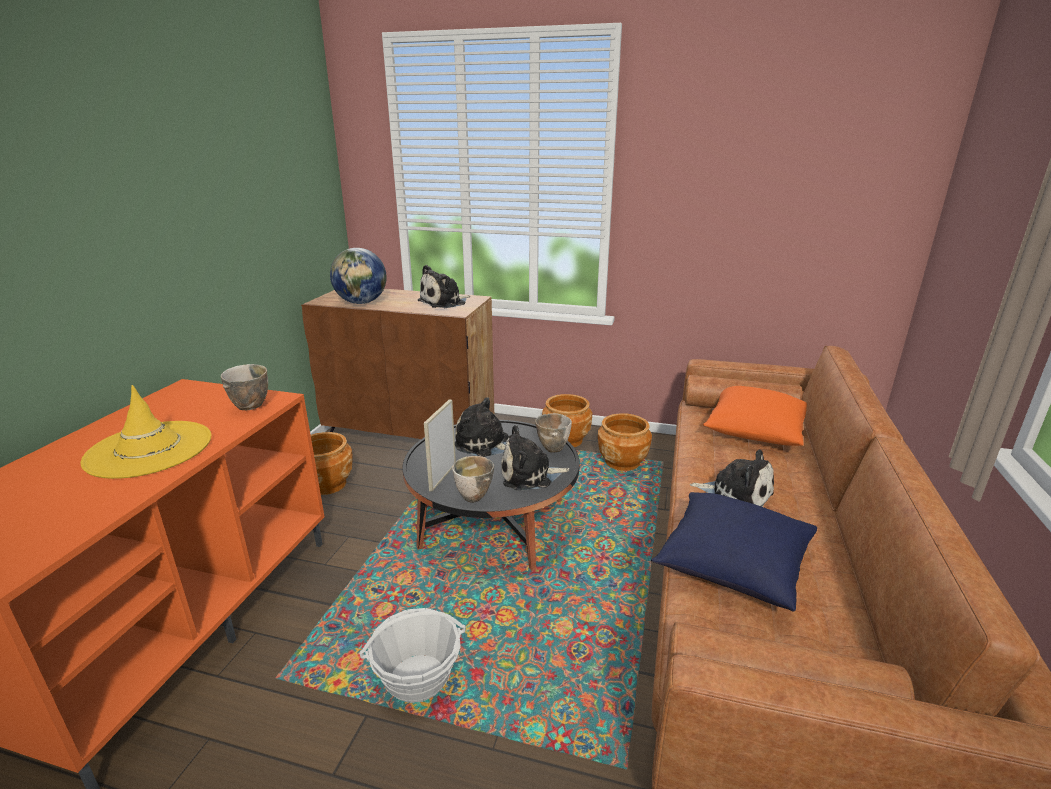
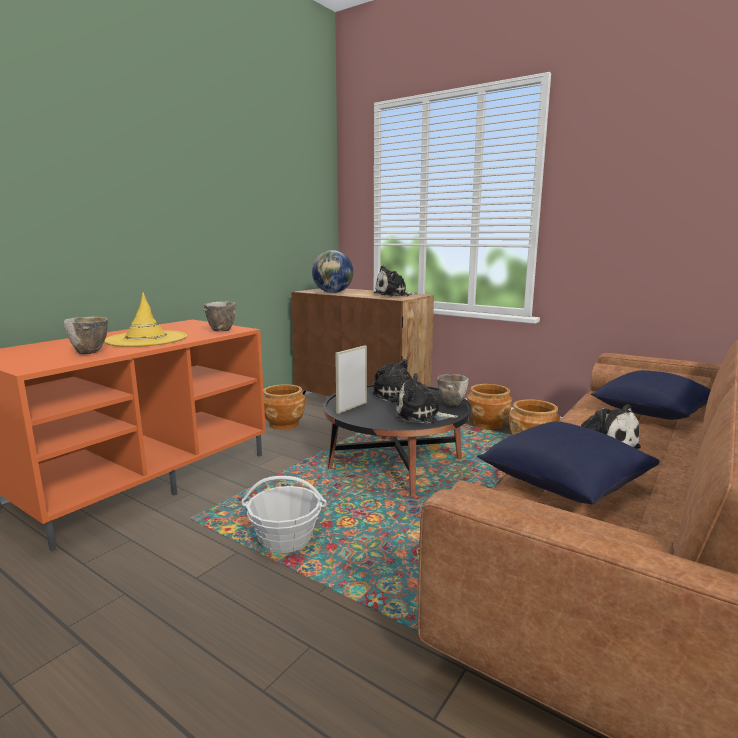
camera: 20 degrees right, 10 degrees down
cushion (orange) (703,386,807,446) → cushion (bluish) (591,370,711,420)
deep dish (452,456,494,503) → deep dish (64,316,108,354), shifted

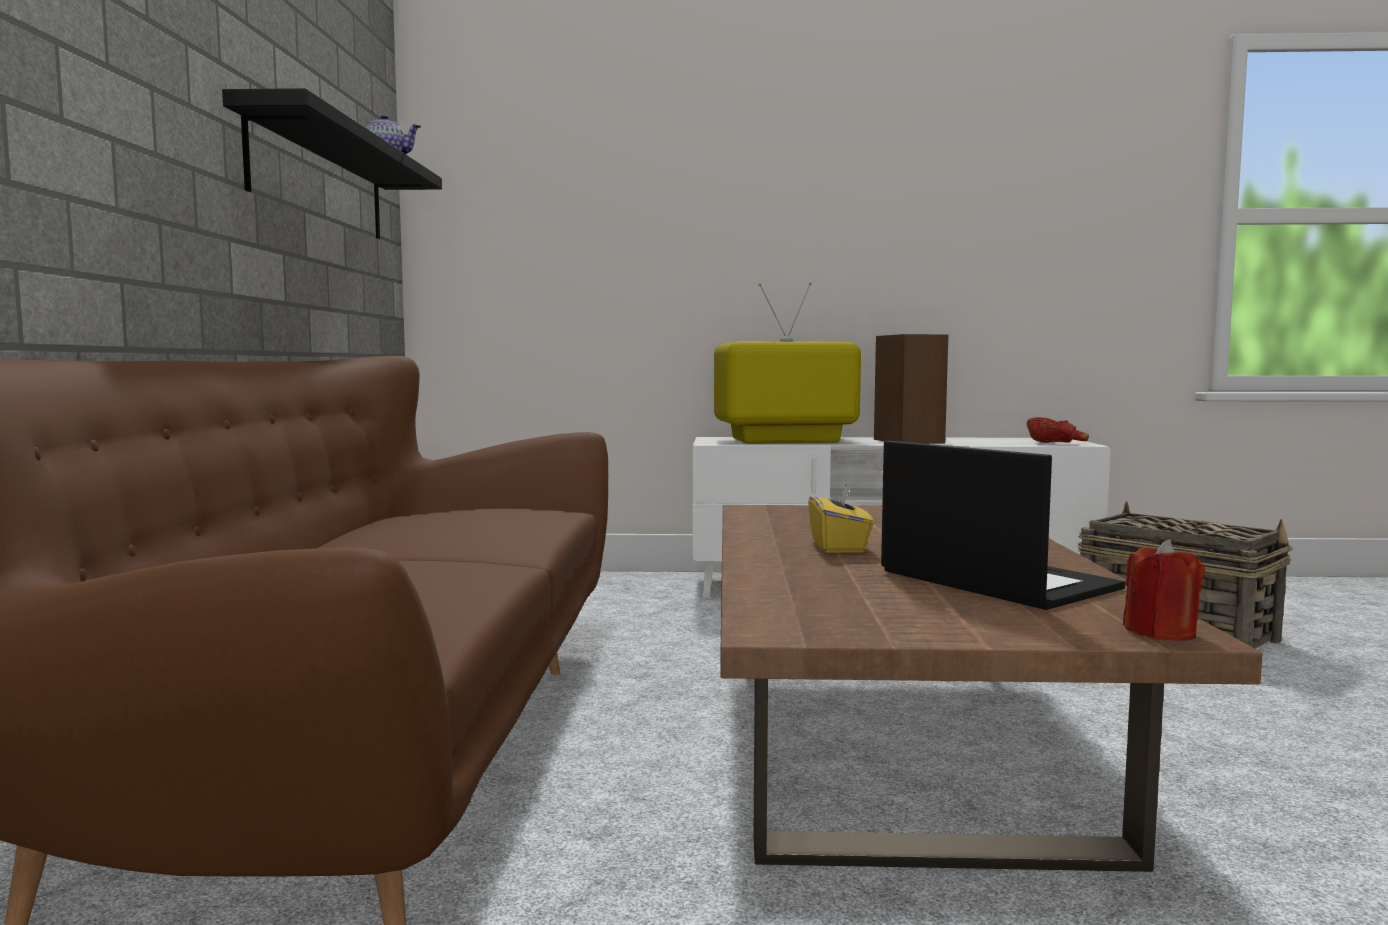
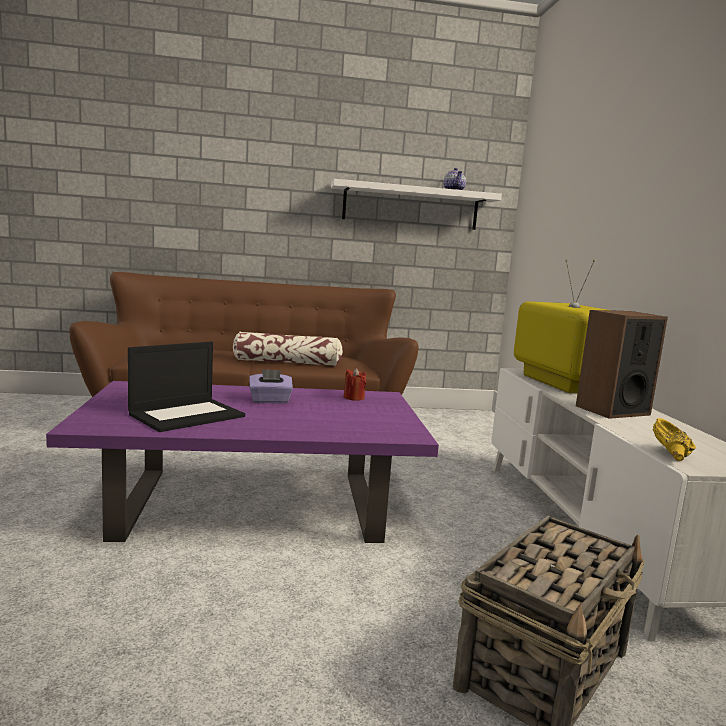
camera: 80 degrees right, 5 degrees up
wall shelf (black-coloured) (222,88,442,239) → wall shelf (whitish) (331,179,502,230)
deep dish (red) (1027,417,1089,443) → deep dish (yellowish) (653,418,696,461)
tissue holder (yellowish) (808,482,874,553) → tissue holder (purplish) (249,369,293,403)
lounge table (brownish) (720,505,1262,872) → lounge table (purplish) (46,381,439,543)
wax candle (red) (1123,539,1205,641) → wax candle (red) (343,368,366,401), shifted
- → cushion (233,332,343,366)

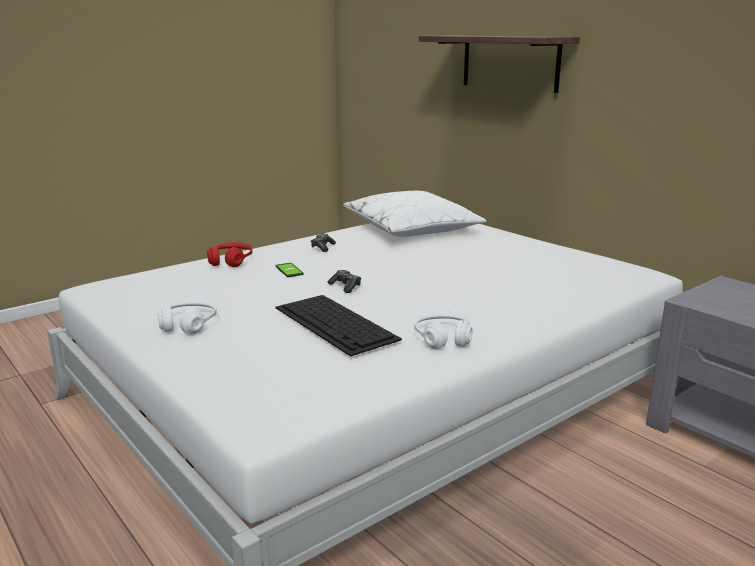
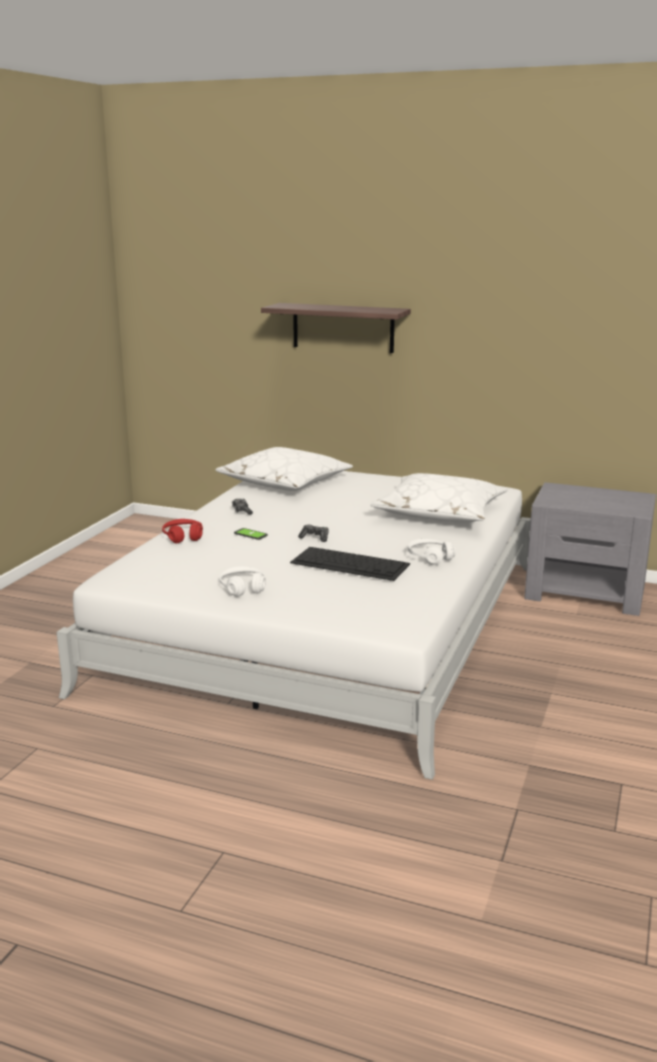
camera: 30 degrees left, 0 degrees up
- → cushion (whitish) (370,473,508,523)

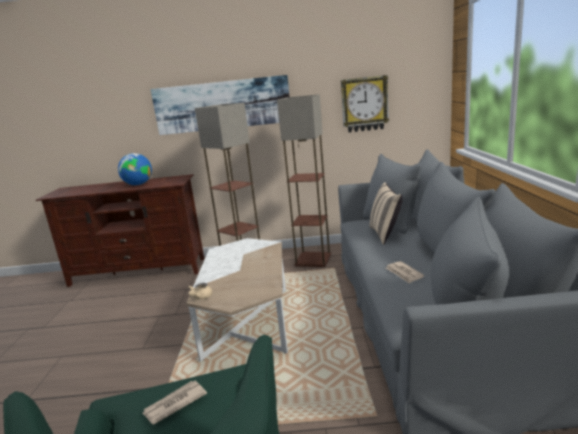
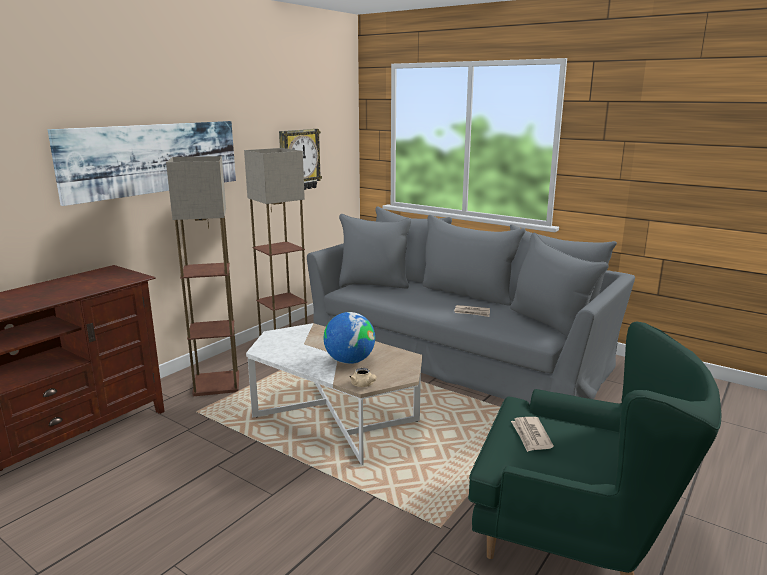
camera: 55 degrees left, 0 degrees up
desk globe (118,153,152,185) → desk globe (323,312,375,364), shifted
cushion (beige-coloured) (370,182,403,245) → -

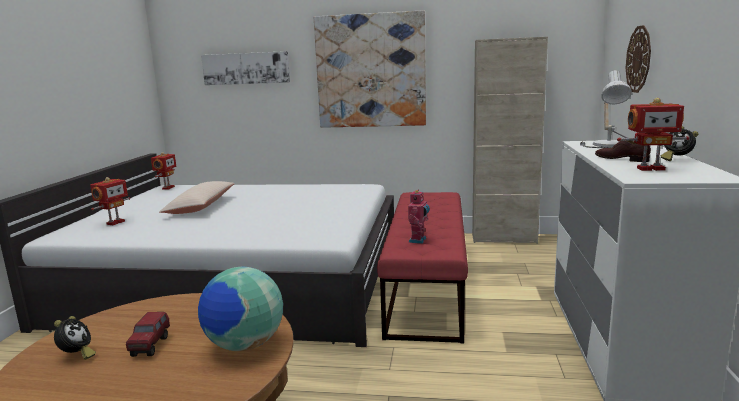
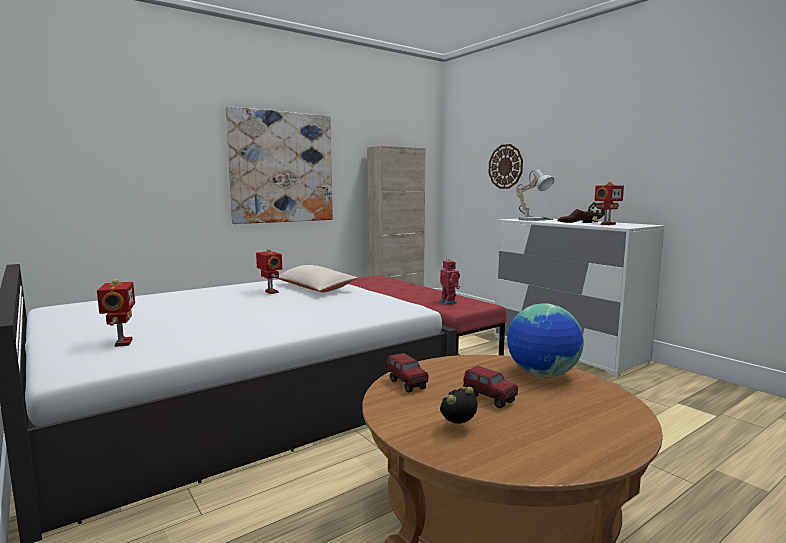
camera: 45 degrees left, 5 degrees down
wall art (201,51,290,85) → -
robot figure (151,152,176,189) → robot figure (256,249,282,294), shifted
cushion (beige-coloured) (159,181,235,214) → cushion (beige-coloured) (277,265,357,292), shifted
alarm clock (54,316,96,360) → alarm clock (440,387,478,424), 75 degrees counterclockwise
- → toy lorry (387,353,428,392)

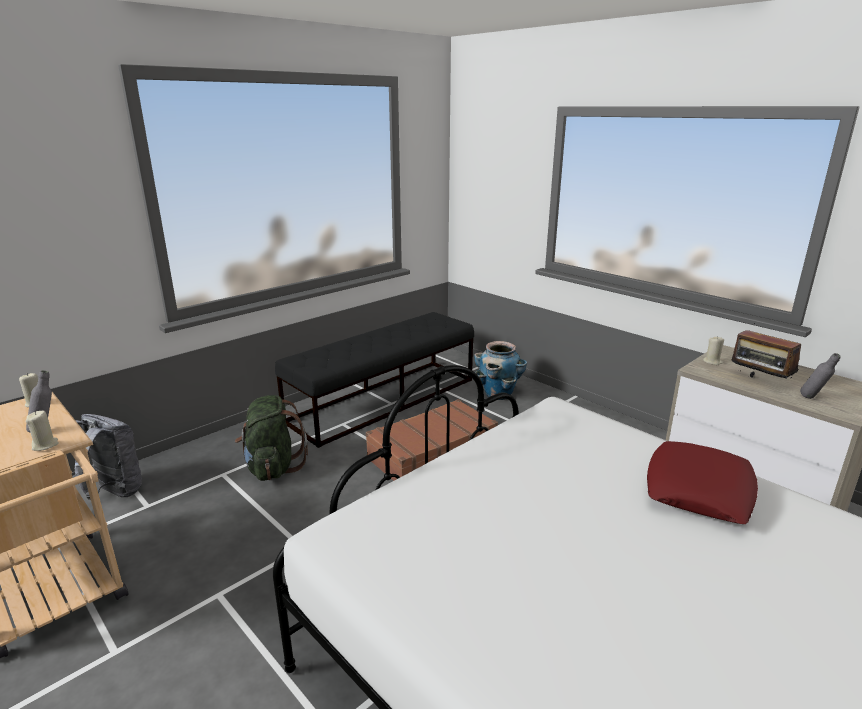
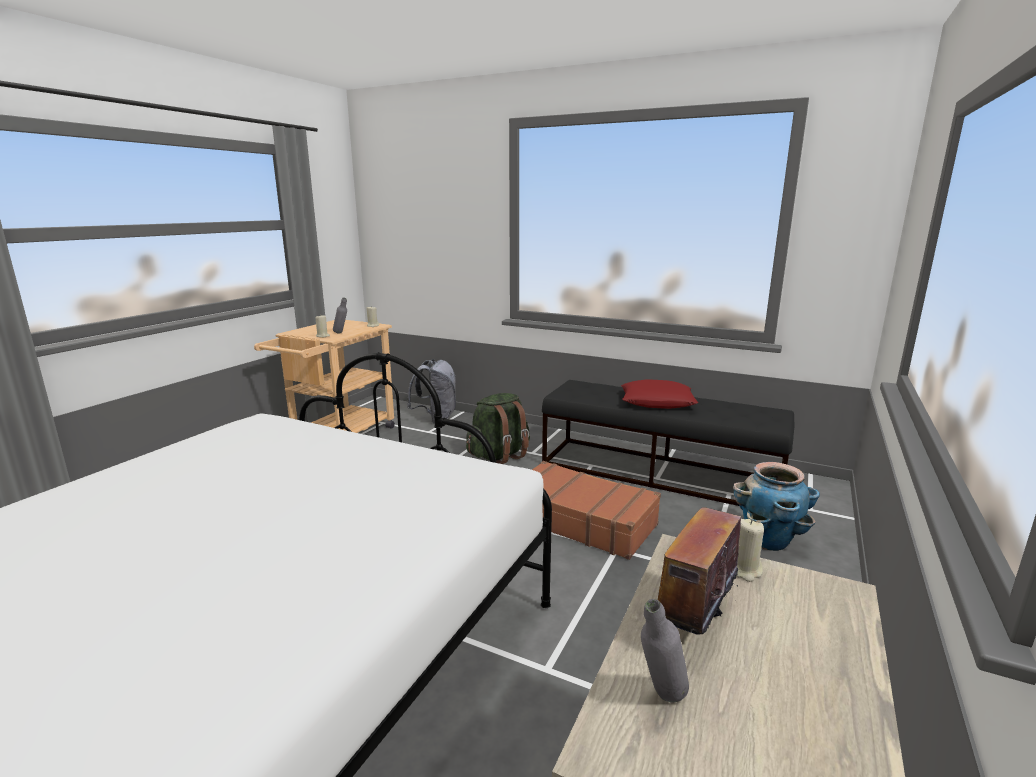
camera: 70 degrees right, 5 degrees down
cushion (red) (647,441,758,524) → cushion (red) (621,379,698,409), shifted

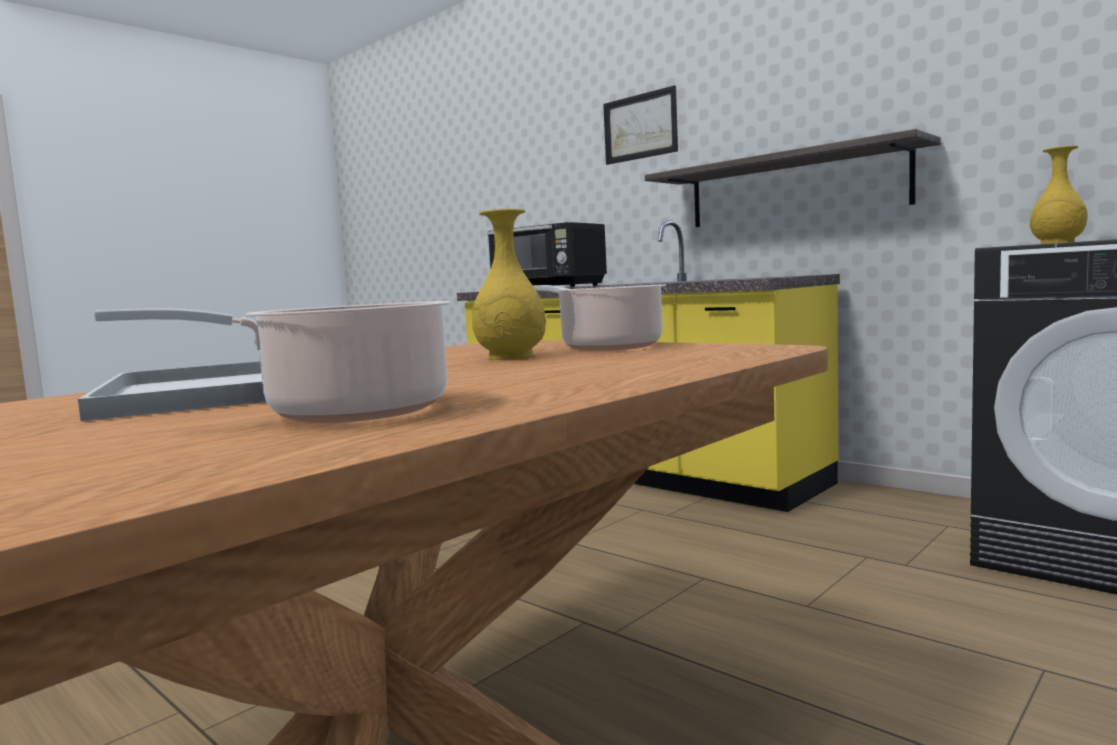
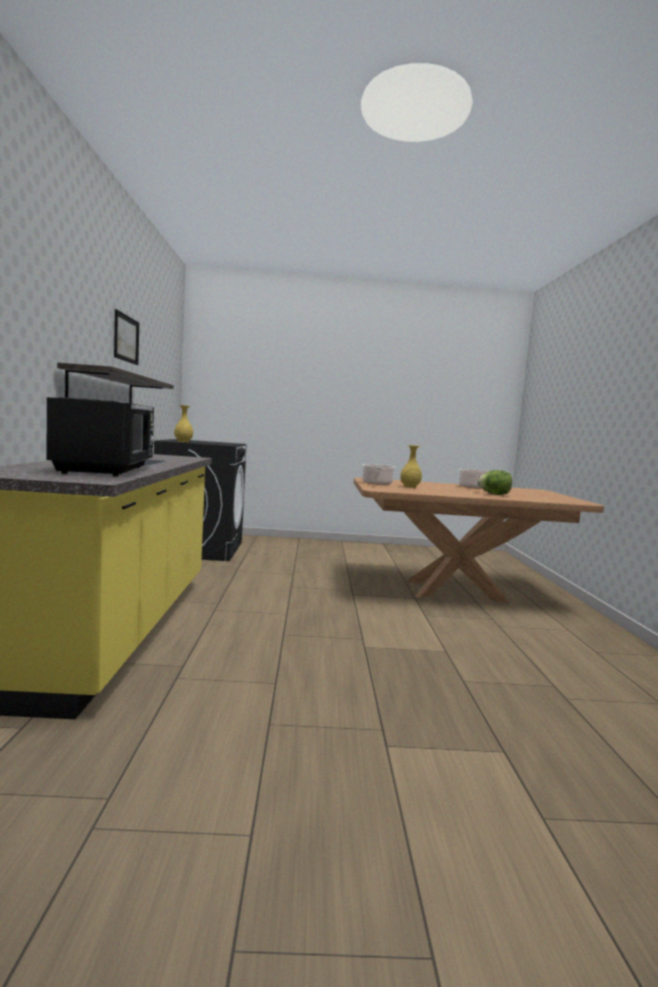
camera: 135 degrees left, 0 degrees up
wall art (603,85,678,165) → wall art (114,309,139,365), shifted
serving tray (whitish) (78,361,266,421) → head of lettuce (477,470,512,495)

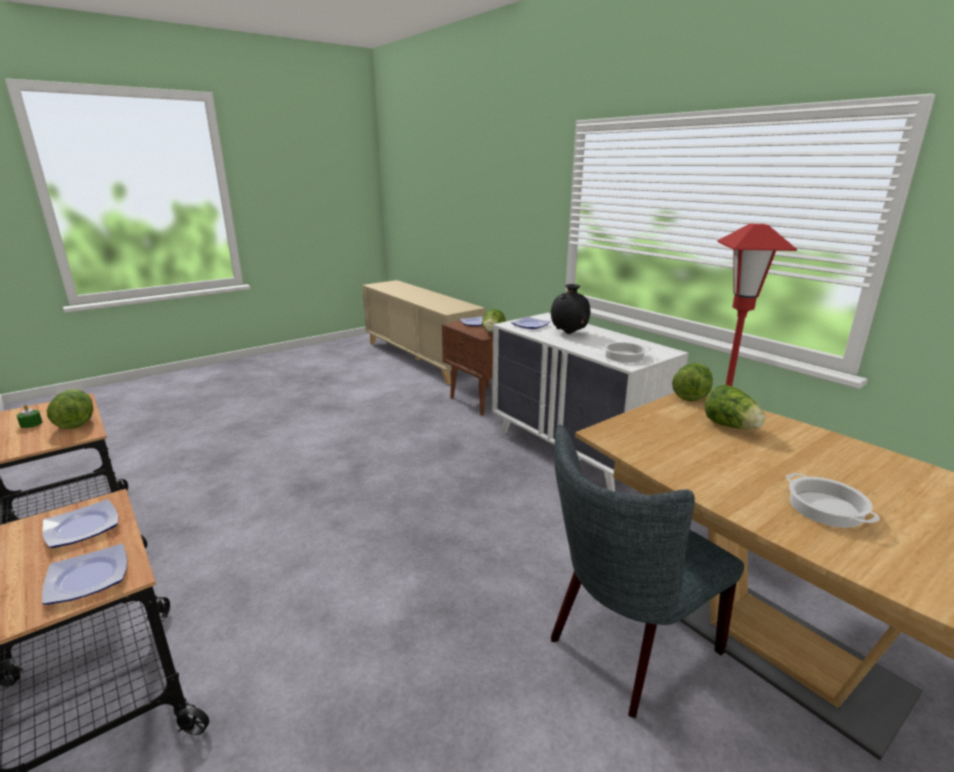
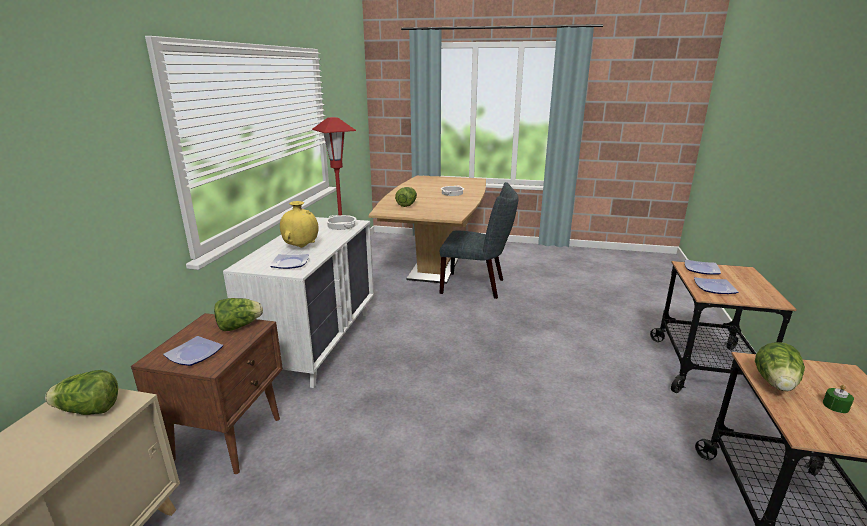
camera: 130 degrees left, 0 degrees up
flower vase (black-coloured) (551,284,590,334) → flower vase (yellowish) (280,201,319,248)
head of lettuce (672,363,713,401) → head of lettuce (45,370,118,415), shifted

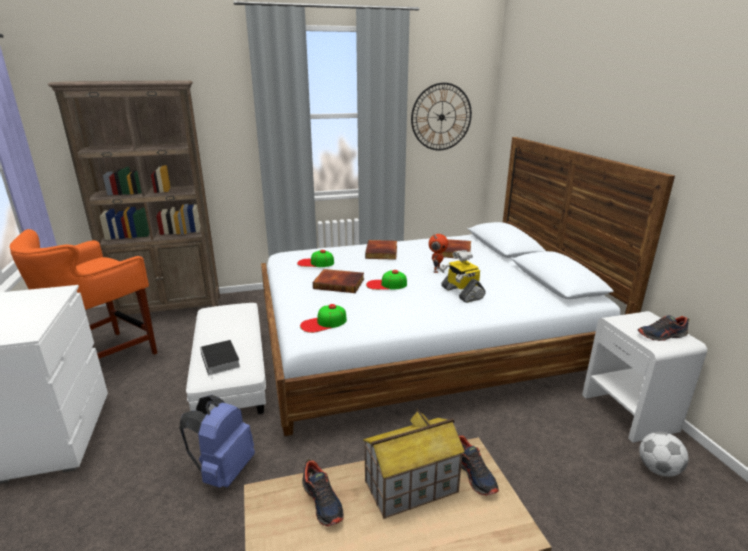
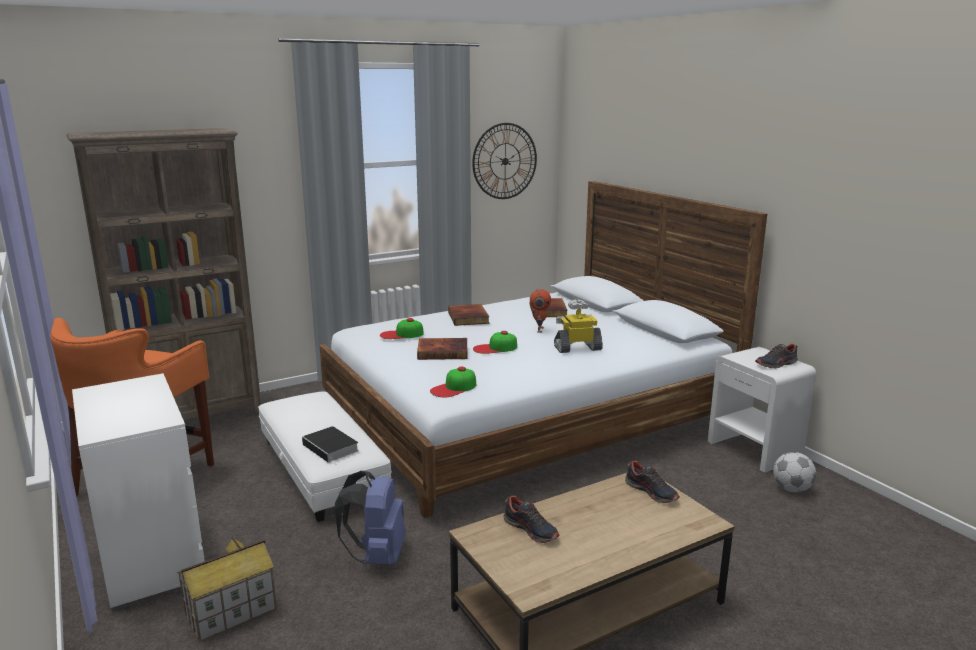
camera: 15 degrees left, 5 degrees down
robot figure (440,250,485,303) → robot figure (554,300,603,353), 120 degrees clockwise
model house (363,409,465,519) → model house (177,537,277,642), shifted

